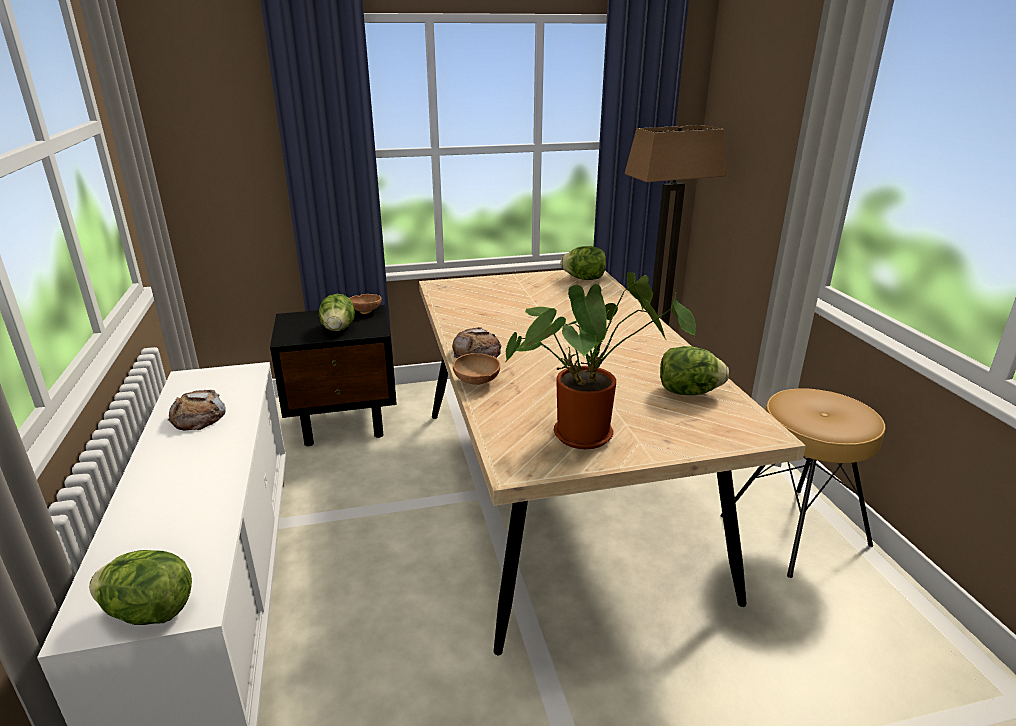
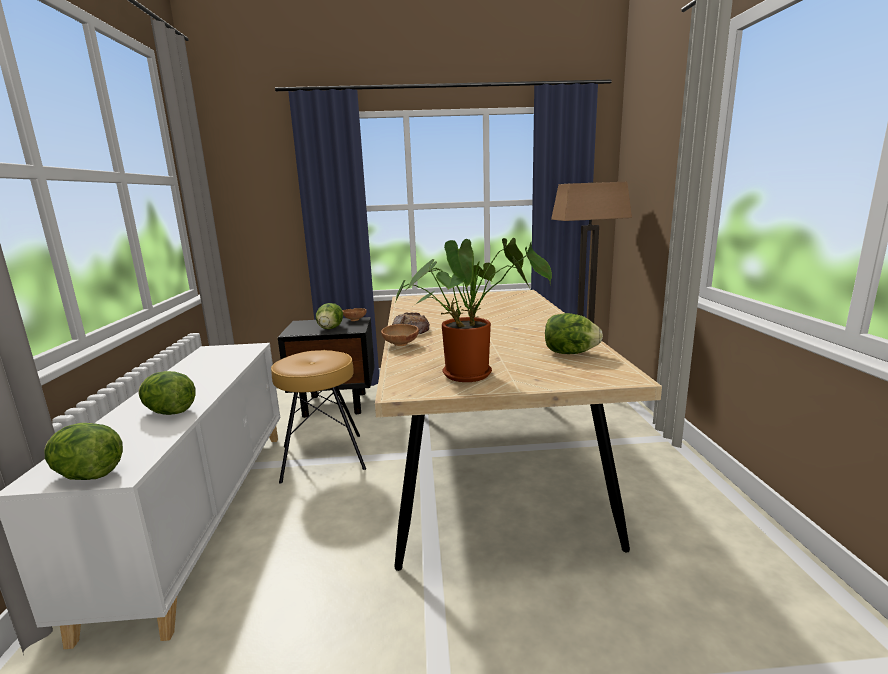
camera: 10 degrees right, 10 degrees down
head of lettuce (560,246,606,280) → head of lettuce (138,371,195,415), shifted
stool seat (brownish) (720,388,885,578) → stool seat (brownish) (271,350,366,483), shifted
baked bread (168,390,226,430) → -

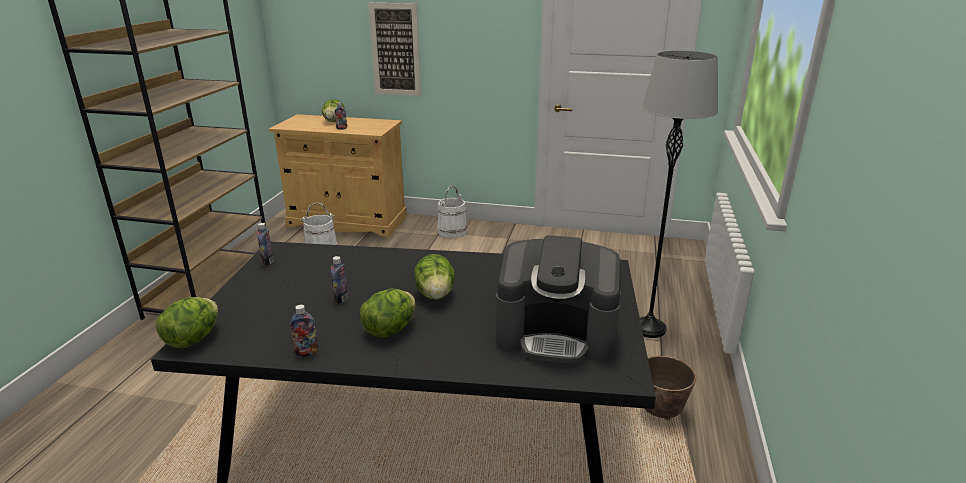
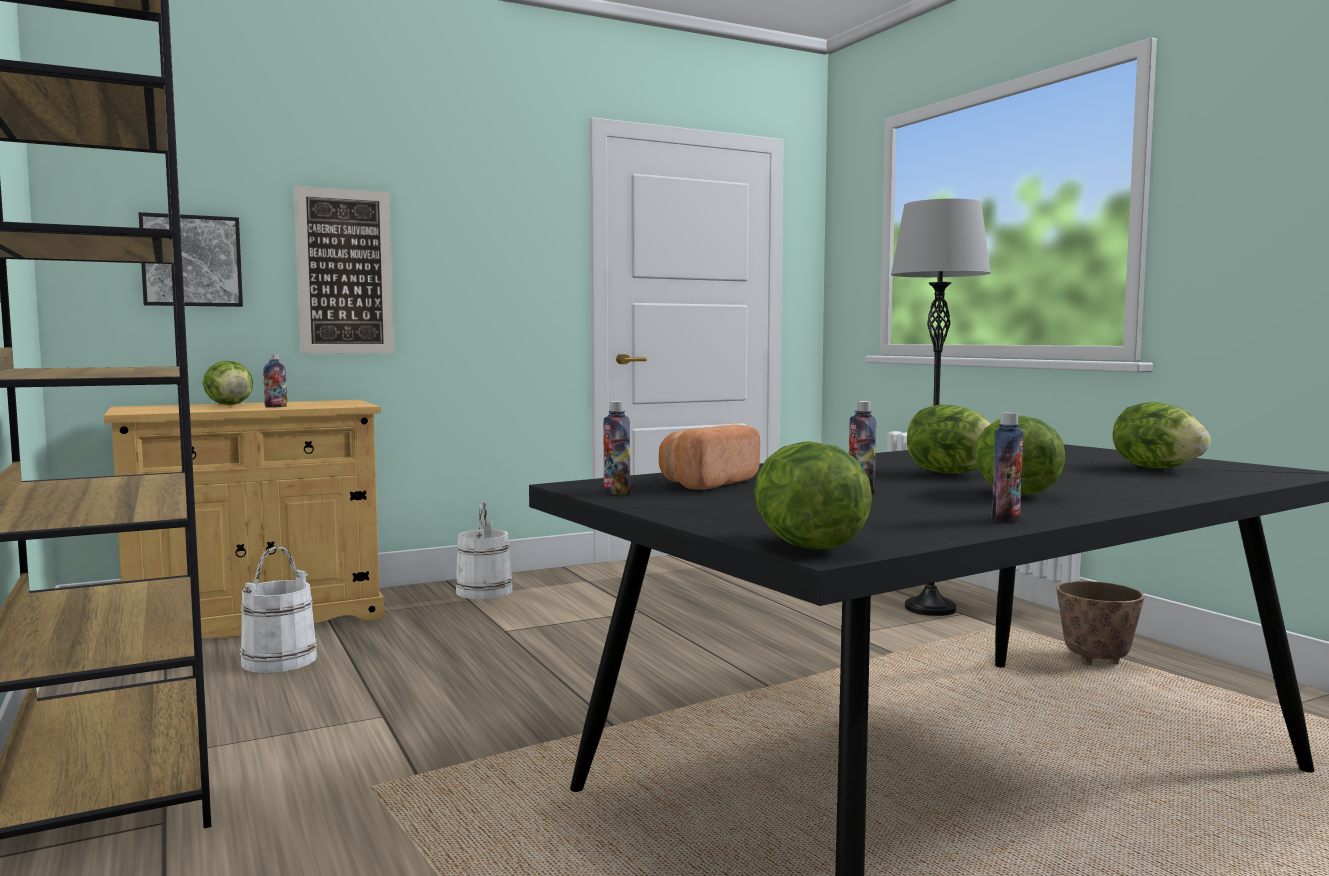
camera: 40 degrees left, 20 degrees down
coffee maker (496,235,621,363) → head of lettuce (1112,402,1211,468)
- → wall art (138,212,243,307)
- → baked bread (659,425,760,490)

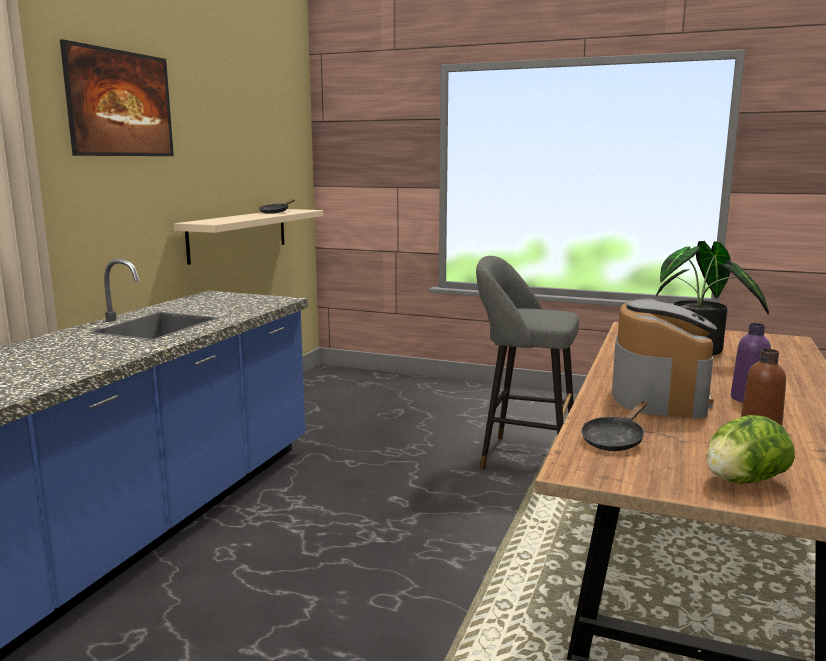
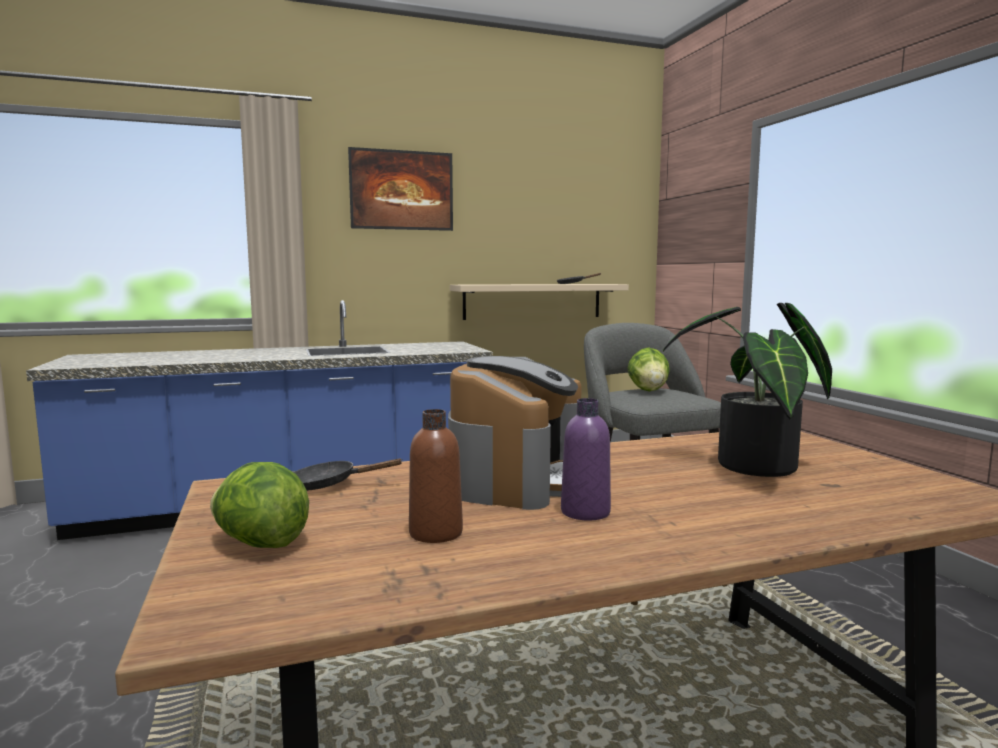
camera: 50 degrees right, 5 degrees down
coffee maker (612,298,717,418) → coffee maker (448,356,582,510), 45 degrees counterclockwise
- → head of lettuce (627,347,670,392)

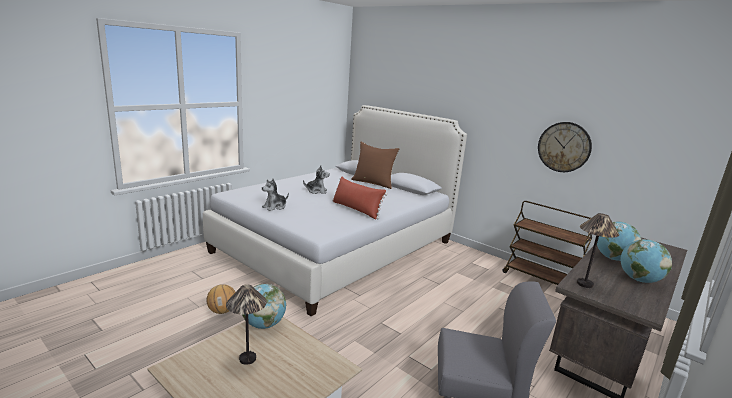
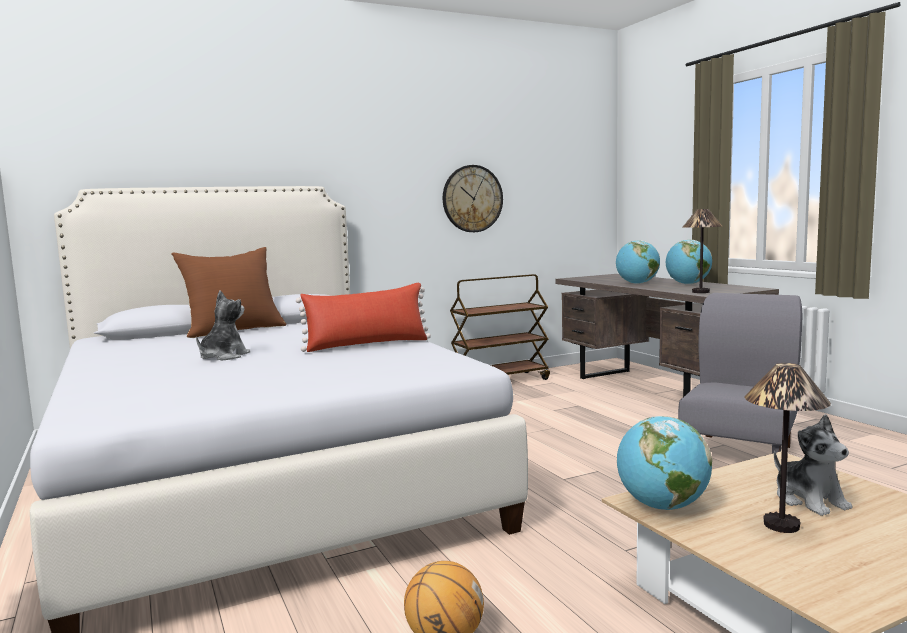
camera: 65 degrees left, 10 degrees down
plush toy (262,178,289,211) → plush toy (774,414,852,516), shifted

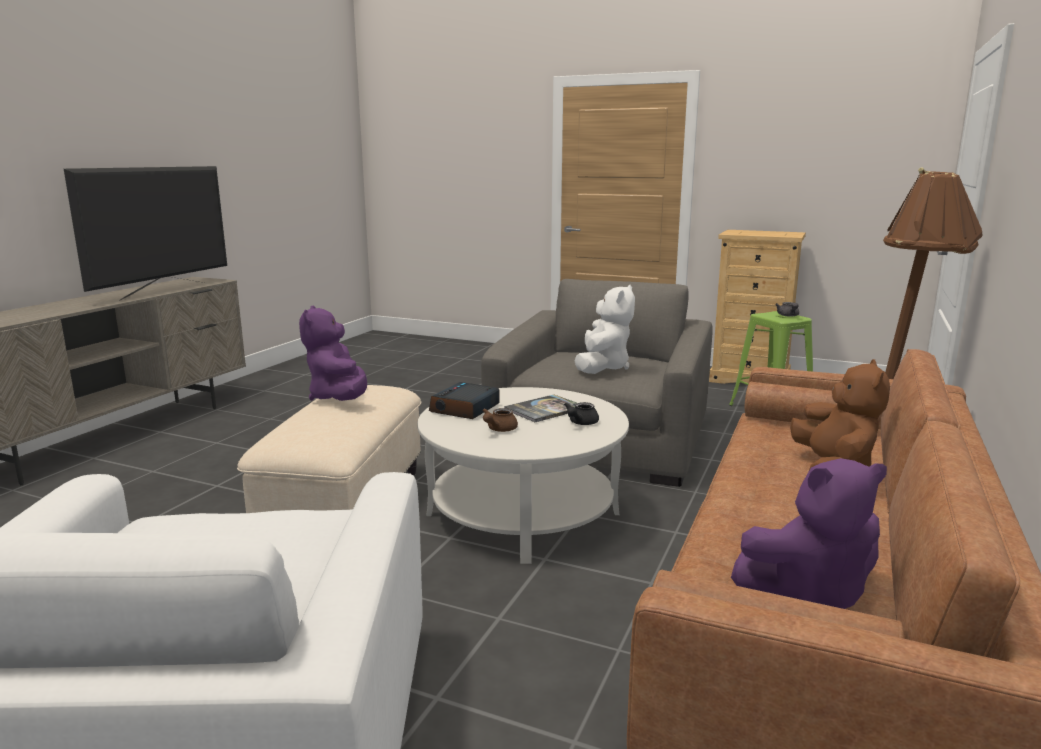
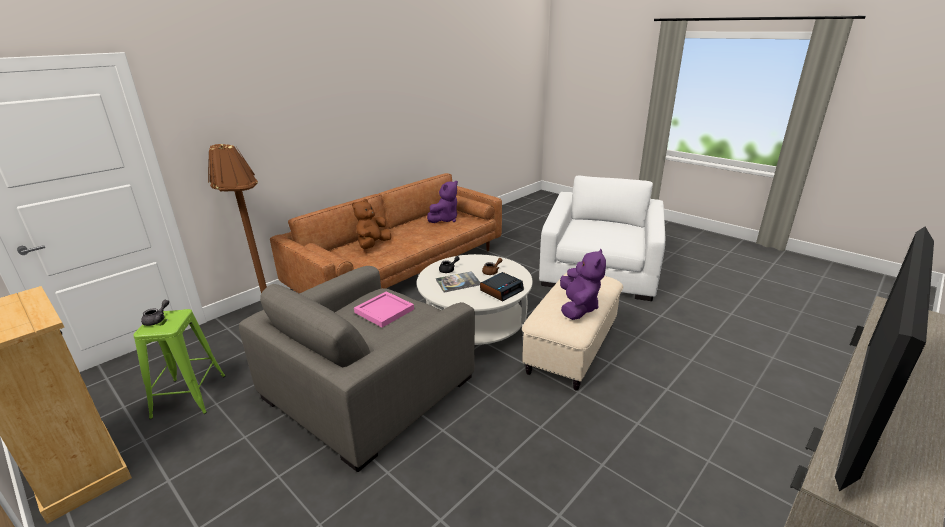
camera: 160 degrees left, 10 degrees up
plush toy (whitish) (575,285,635,374) → serving tray (pinkish) (354,291,414,327)
plush toy (purplish) (731,458,887,609) → plush toy (purplish) (427,181,458,223), 120 degrees clockwise

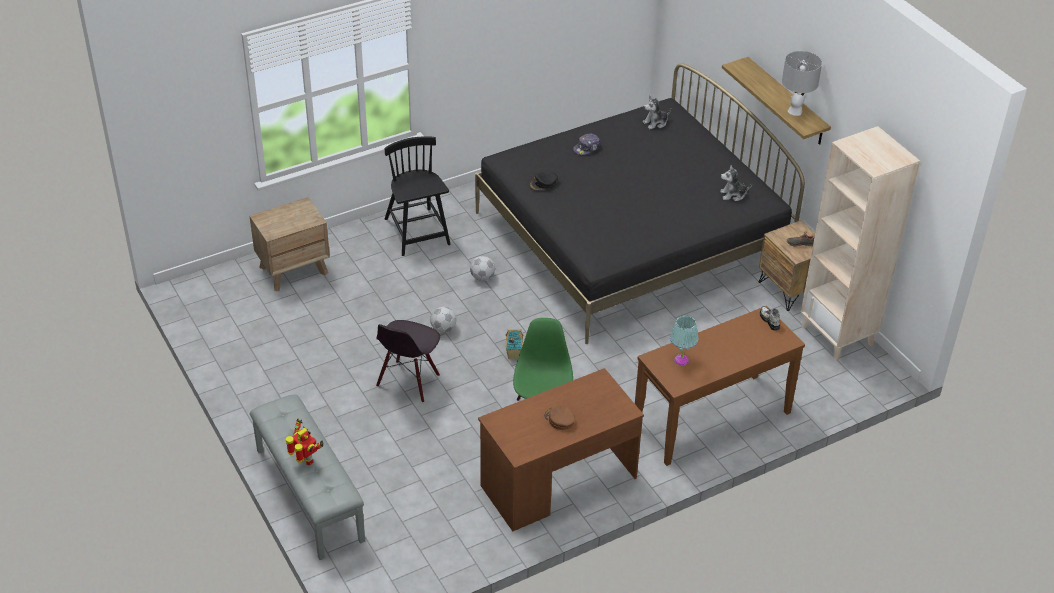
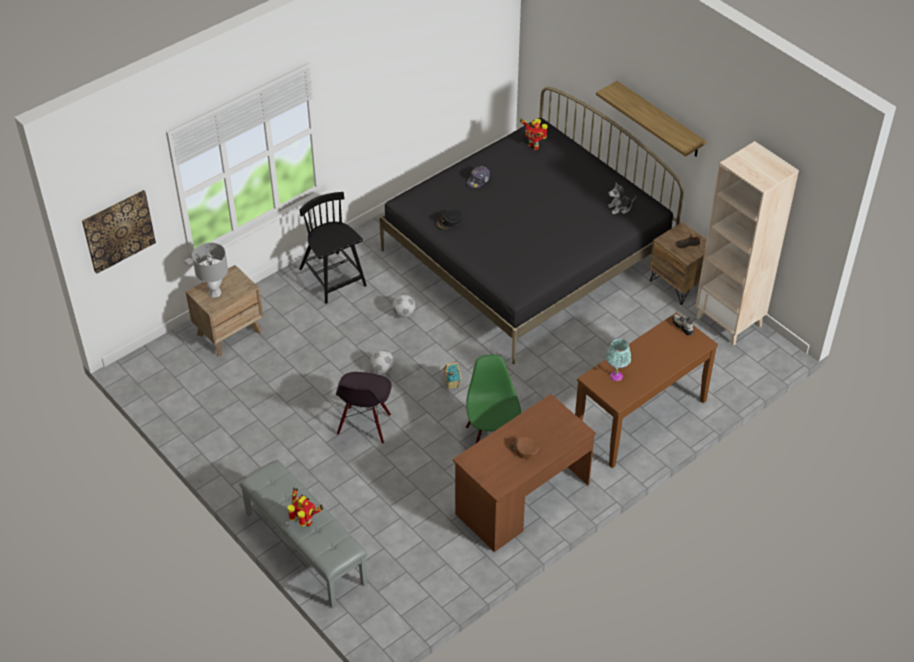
camera: 10 degrees left, 5 degrees up
table lamp (gray) (782,51,822,116) → table lamp (gray) (192,242,228,297), shifted
plush toy (643,96,671,129) → robot figure (520,118,547,151)
- → wall art (82,190,156,274)

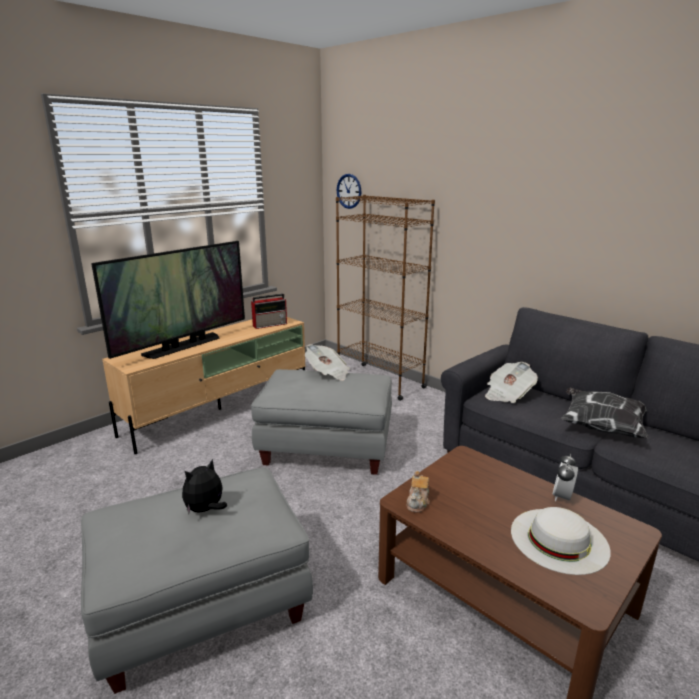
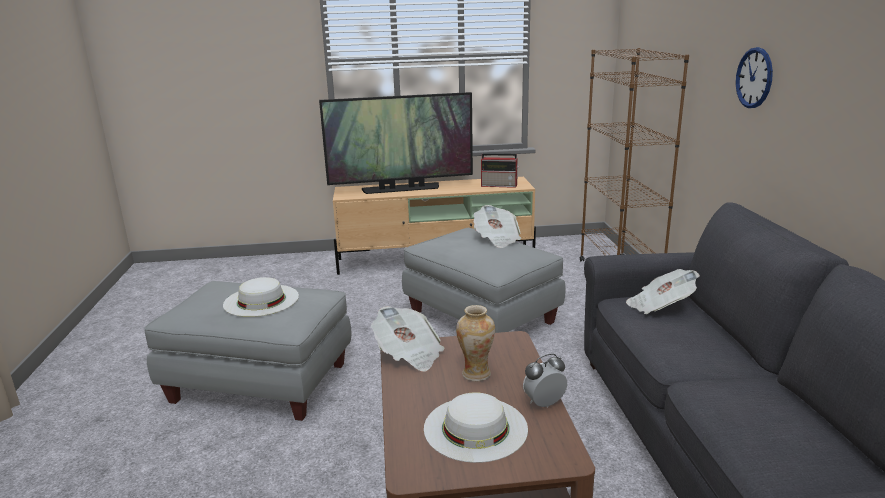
camera: 40 degrees right, 0 degrees up
hanging clock (337,174,361,209) → hanging clock (736,47,773,108), shifted
cushion (561,387,649,438) → -
plush toy (182,459,227,514) → hat (whitish) (223,277,299,317)
pot for tea (407,471,430,513) → newspaper (371,306,445,371)
- → flower vase (456,305,495,381)

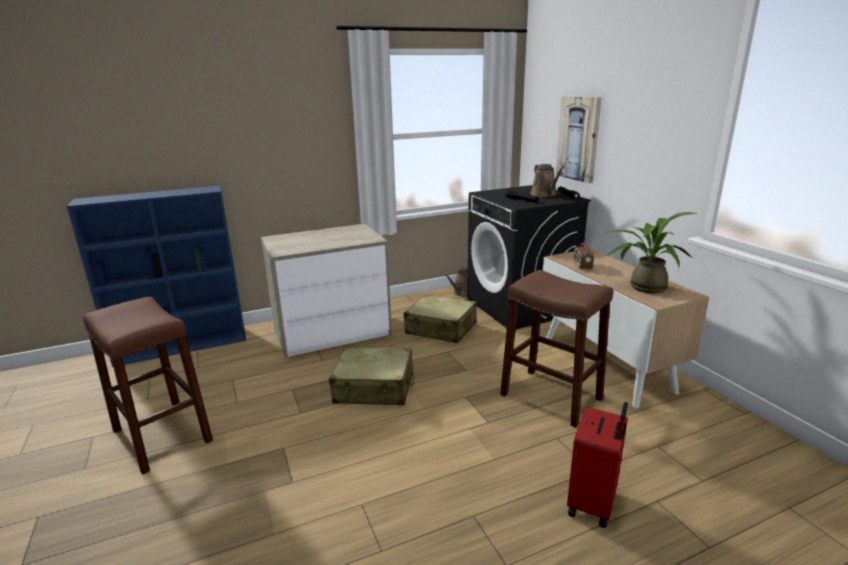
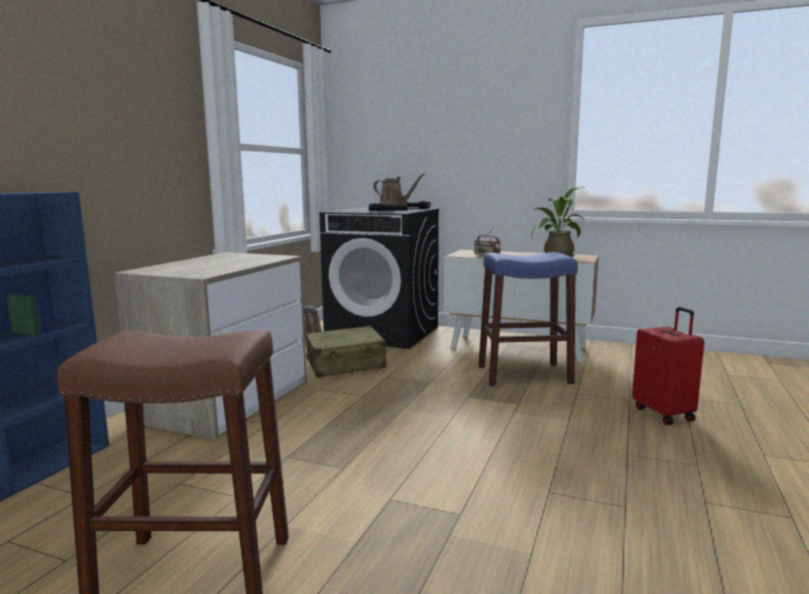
camera: 45 degrees left, 10 degrees down
wall art (556,96,602,183) → -
stool seat (brownish) (500,270,613,428) → stool seat (bluish) (479,252,578,386)
suitcase (beige-coloured) (329,348,414,405) → -

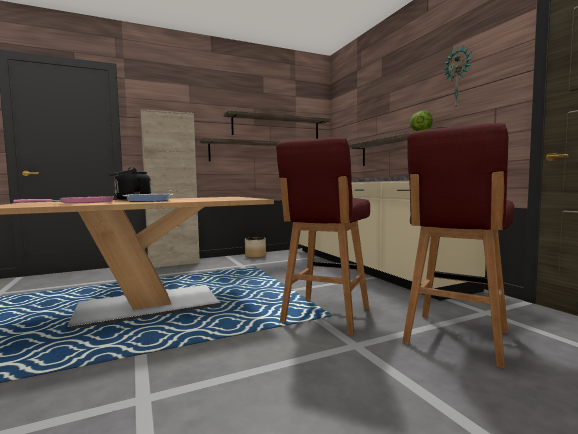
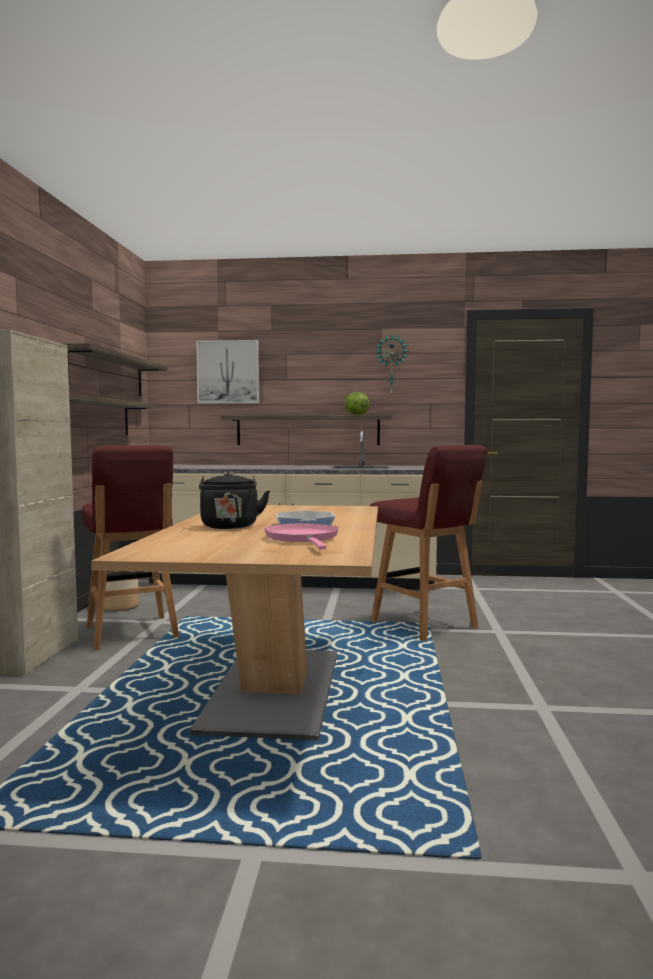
camera: 60 degrees left, 0 degrees up
stool seat (red) (402,123,514,368) → stool seat (red) (82,445,179,650), shifted
- → wall art (196,340,259,403)

